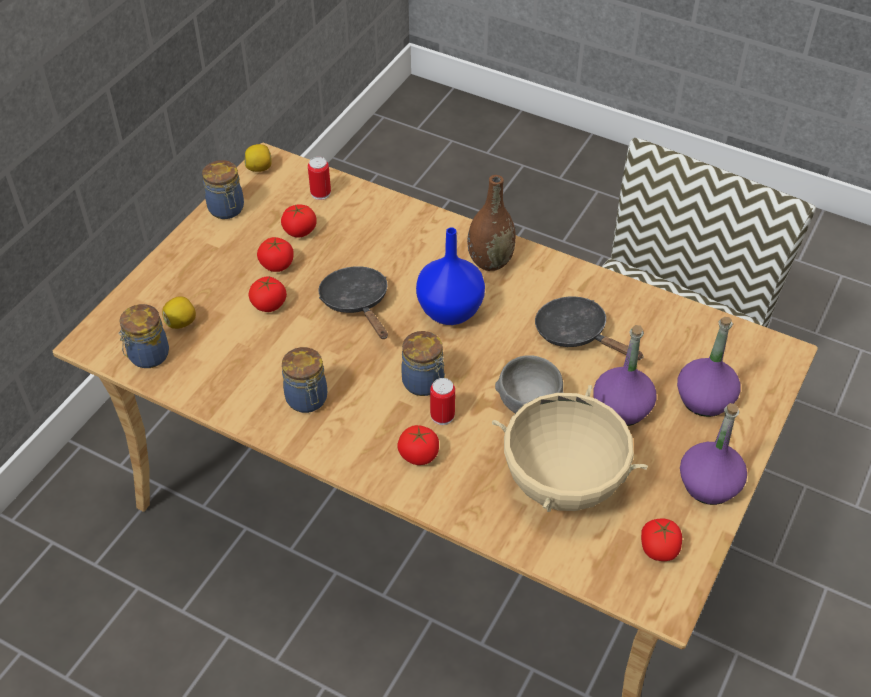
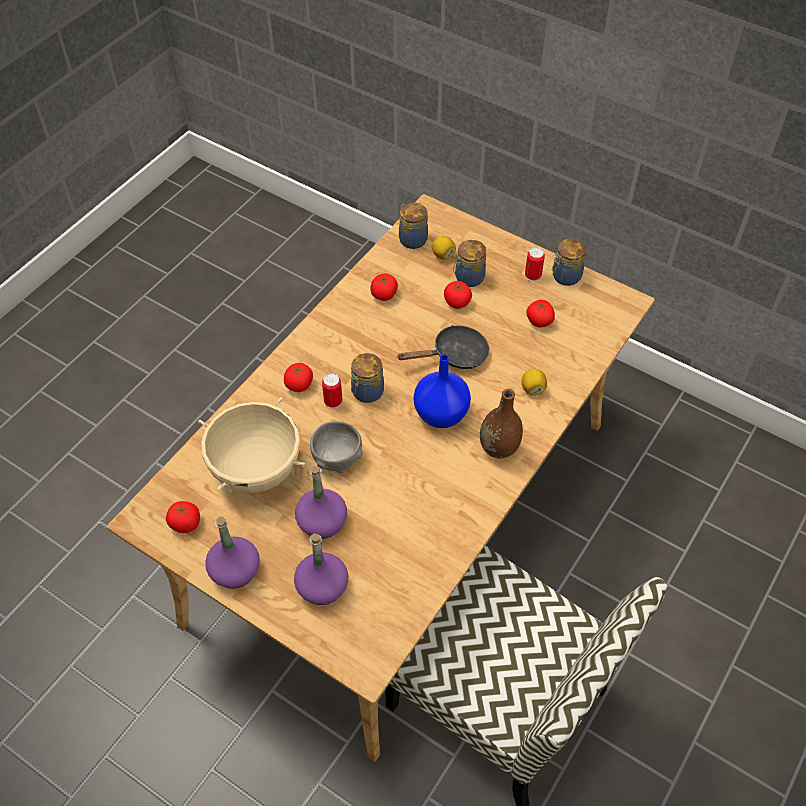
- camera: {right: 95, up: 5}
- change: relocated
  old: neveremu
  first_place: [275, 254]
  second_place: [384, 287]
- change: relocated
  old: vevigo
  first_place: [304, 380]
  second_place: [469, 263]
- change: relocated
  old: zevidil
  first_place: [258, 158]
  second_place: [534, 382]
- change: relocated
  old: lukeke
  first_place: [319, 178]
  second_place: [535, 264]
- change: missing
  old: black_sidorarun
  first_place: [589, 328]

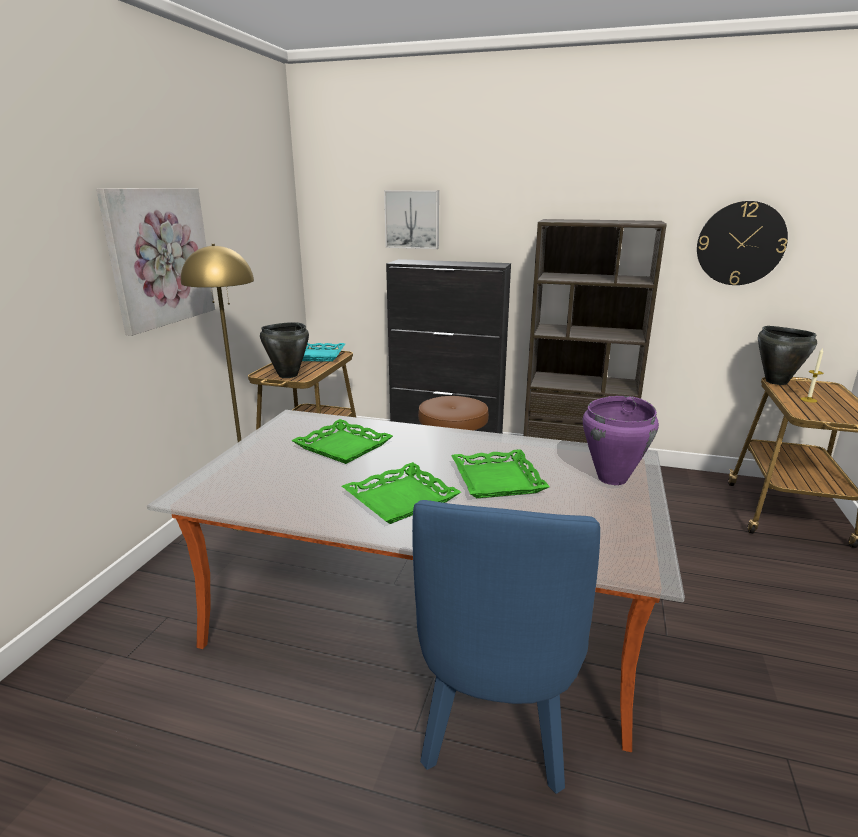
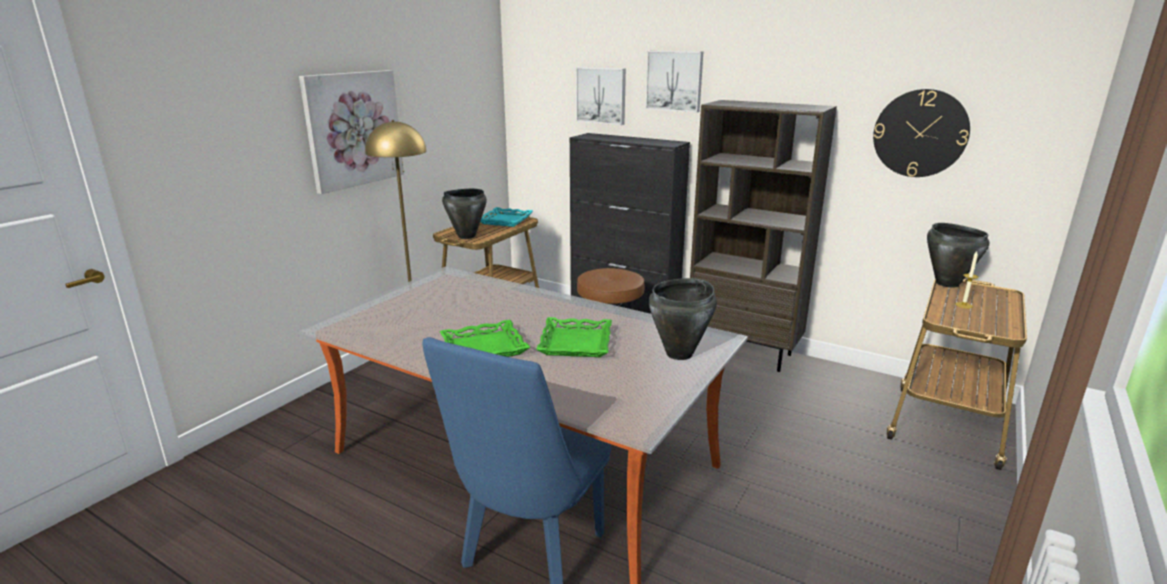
- camera: {right: 15, up: 0}
- change: appeared
  new: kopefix
  second_place: [674, 82]
- change: colour
  old: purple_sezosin
  new: black_sezosin
  first_place: [621, 440]
  second_place: [683, 319]
- change: missing
  old: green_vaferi
  first_place: [342, 441]

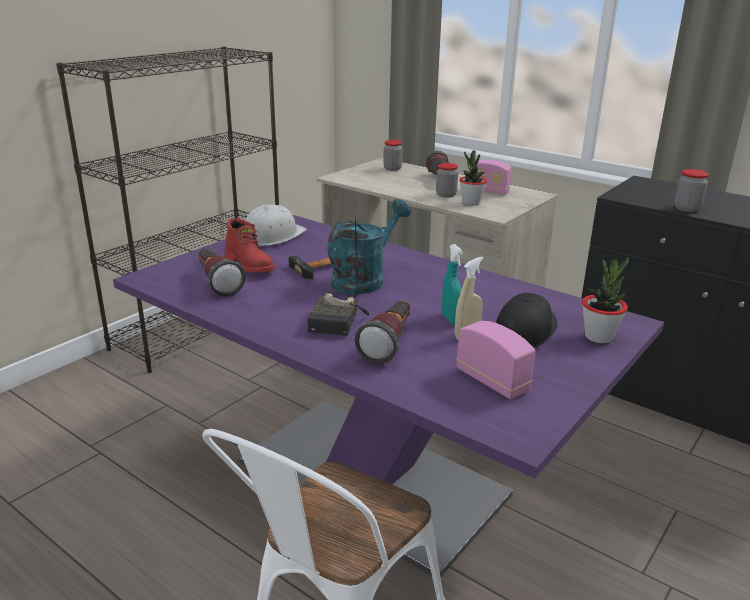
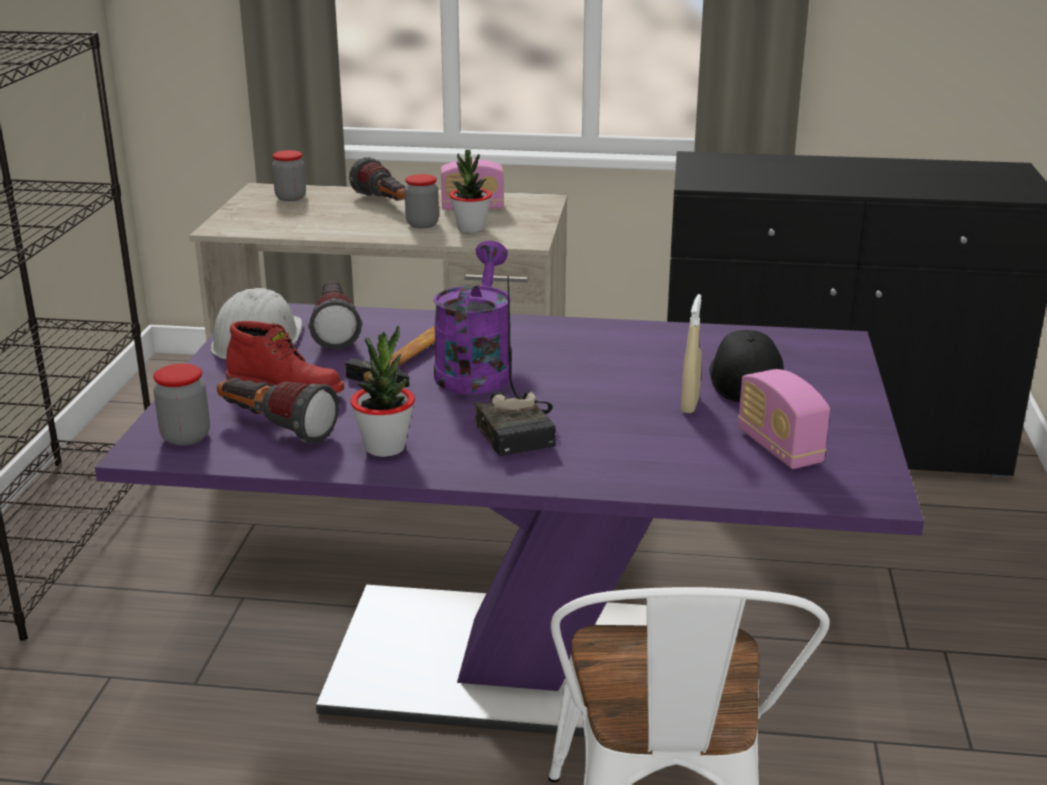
- camera: {right: -30, up: 0}
- change: relocated
  old: vevigo
  first_place: [691, 190]
  second_place: [181, 404]
- change: relocated
  old: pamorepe
  first_place: [382, 332]
  second_place: [335, 315]
- change: relocated
  old: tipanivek
  first_place: [605, 300]
  second_place: [382, 391]
- change: colour
  old: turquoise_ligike
  new: purple_ligike
  first_place: [369, 246]
  second_place: [472, 317]
- change: spun
  old: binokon
  first_place: [495, 360]
  second_place: [784, 419]
  degrees: -135
- change: missing
  old: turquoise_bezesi
  first_place: [452, 284]

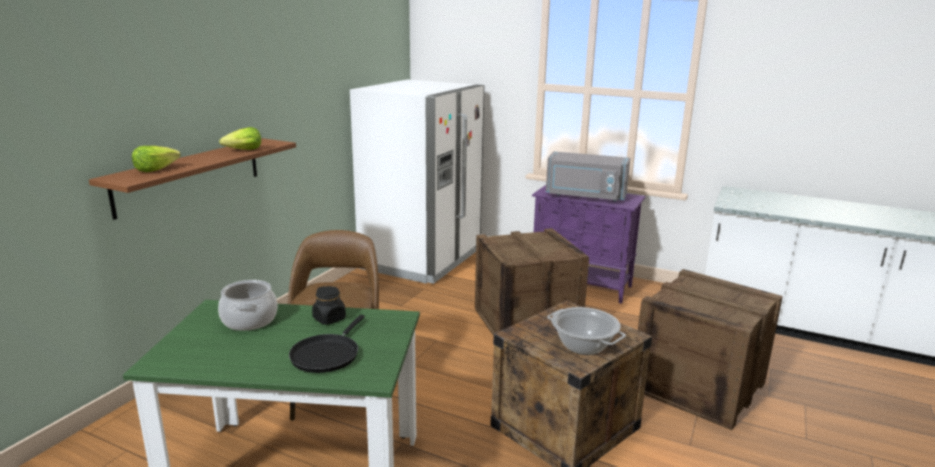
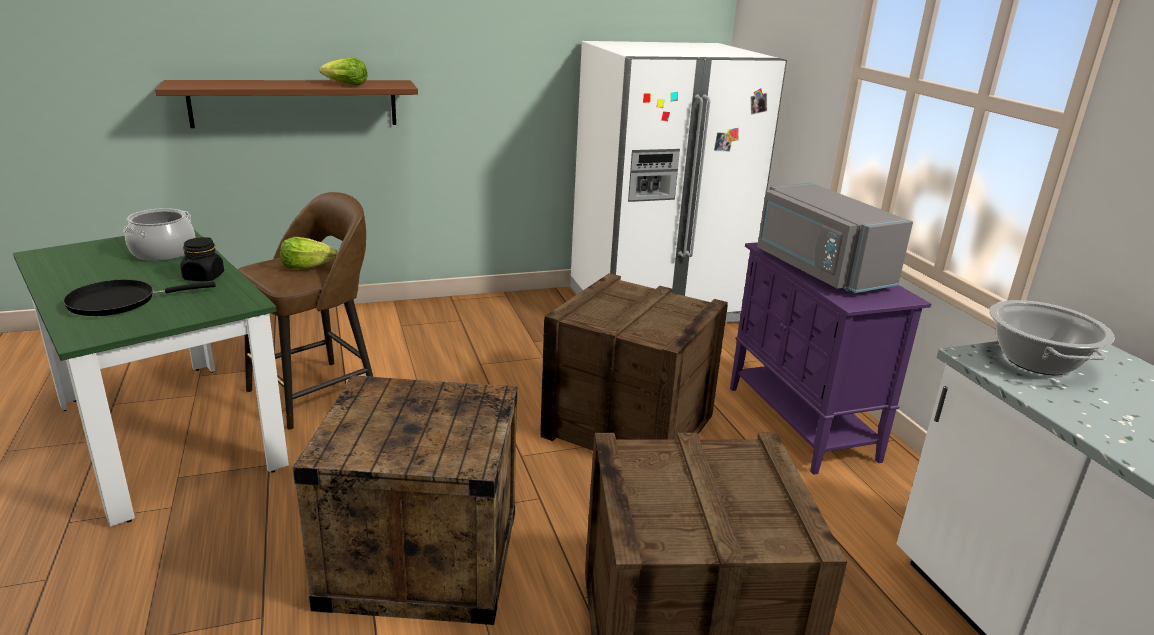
- camera: {right: 45, up: 5}
- change: relocated
  old: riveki
  first_place: [156, 159]
  second_place: [309, 253]
- change: relocated
  old: sezosin
  first_place: [586, 331]
  second_place: [1052, 337]

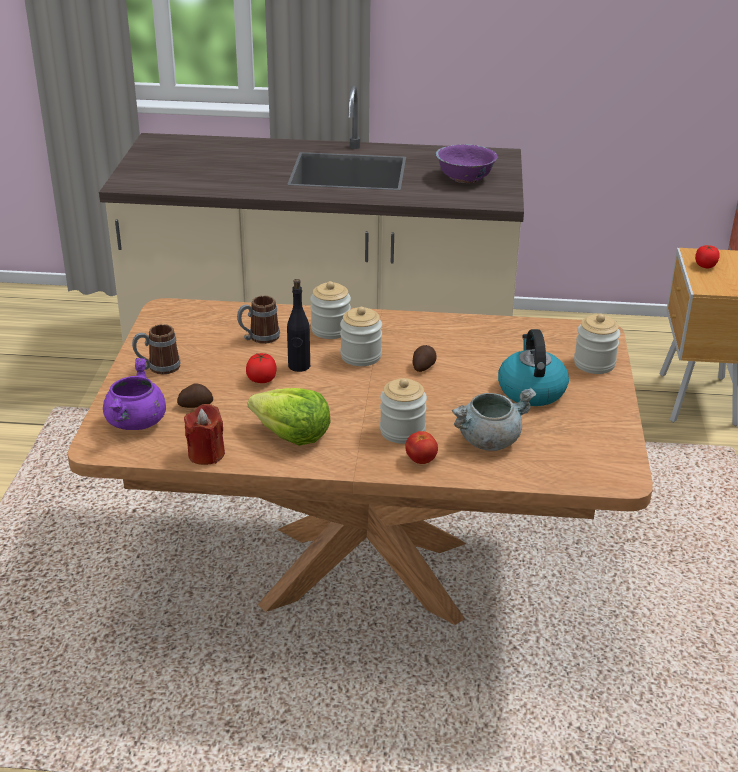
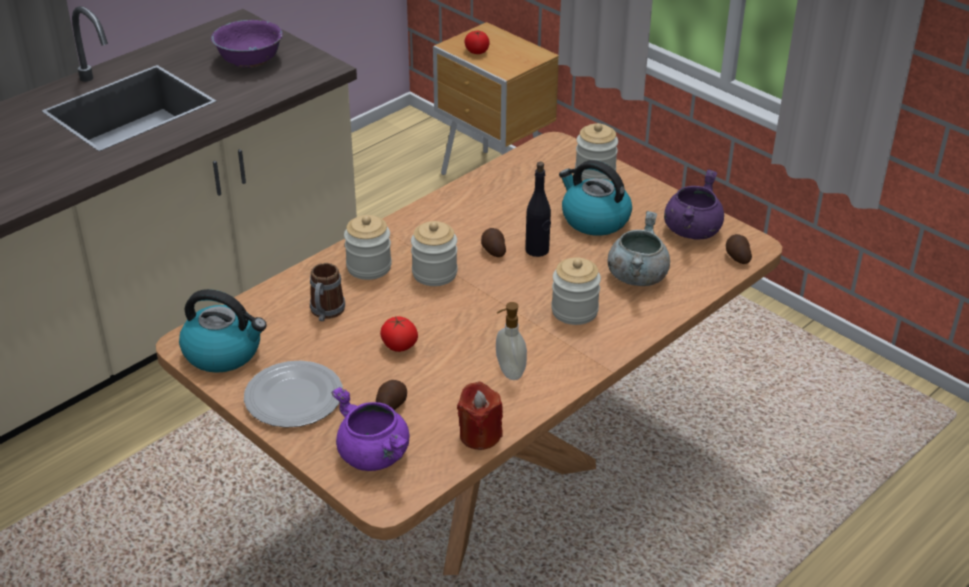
- camera: {right: -50, up: 5}
- change: appeared
  new: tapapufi
  second_place: [223, 331]
- change: exchanged
  old: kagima
  new: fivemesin
  first_place: [156, 349]
  second_place: [293, 394]
- change: exchanged
  old: riveki
  new: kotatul
  first_place: [289, 417]
  second_place: [511, 341]
- change: relocated
  old: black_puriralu
  first_place: [298, 325]
  second_place: [538, 209]
- change: appeared
  new: purple_sezosin
  second_place: [694, 204]
- change: appeared
  new: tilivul
  second_place: [739, 249]
- change: missing
  old: neveremu
  first_place: [421, 447]

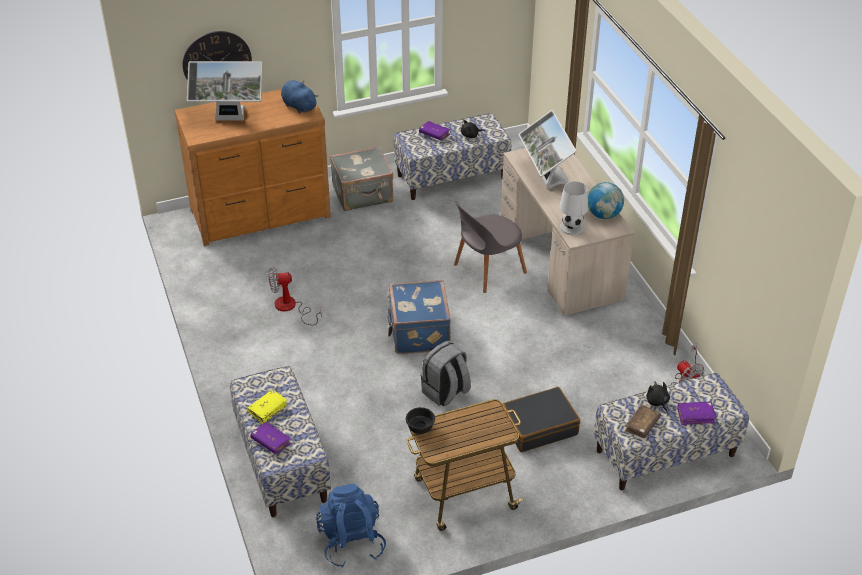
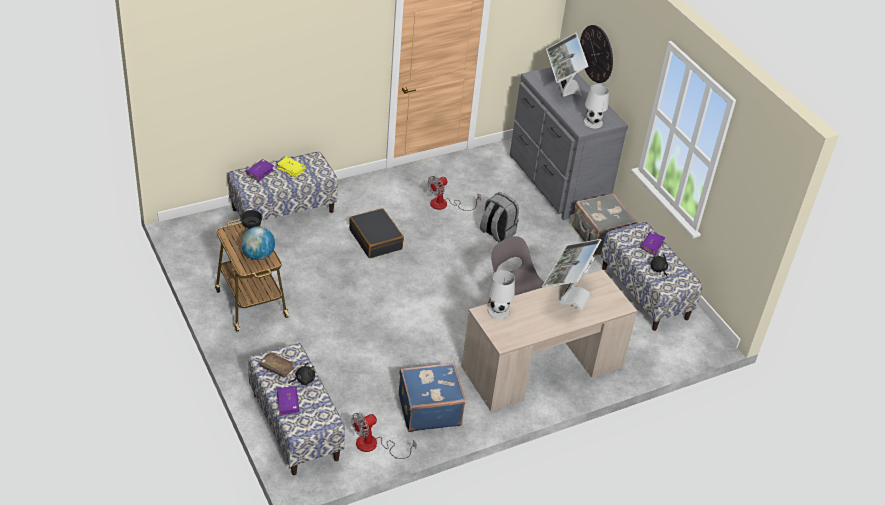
- camera: {right: 80, up: 0}
- change: relocated
  old: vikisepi
  first_place: [606, 200]
  second_place: [258, 243]
- change: relocated
  old: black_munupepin
  first_place: [541, 419]
  second_place: [376, 233]
- change: relocated
  old: blue_munupepin
  first_place: [419, 317]
  second_place: [432, 397]
- change: spun
  old: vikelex
  first_place: [295, 296]
  second_place: [454, 193]
  degrees: -120
- change: relocated
  old: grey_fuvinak
  first_place: [446, 373]
  second_place: [499, 217]
- change: colour
  old: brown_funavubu
  new: grey_funavubu
  first_place: [252, 165]
  second_place: [569, 143]
- change: spun
  old: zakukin
  first_place: [548, 149]
  second_place: [571, 275]
  degrees: -45
- change: exchanged
  old: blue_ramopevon
  new: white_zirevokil
  first_place: [299, 97]
  second_place: [596, 106]
- change: missing
  old: blue_fuvinak
  first_place: [351, 526]

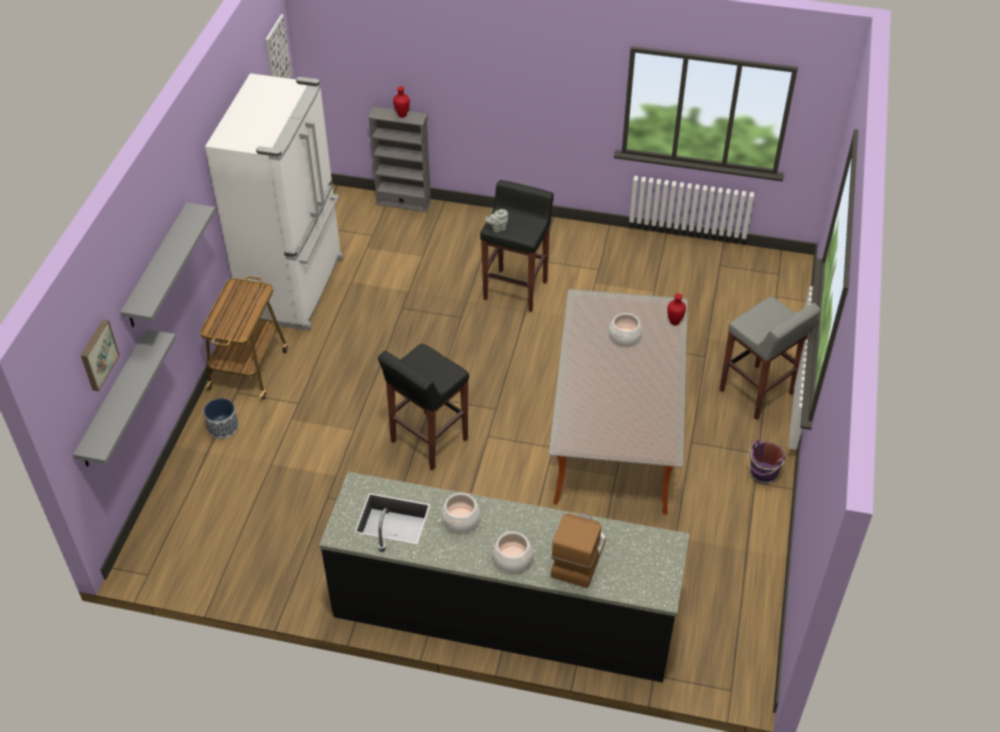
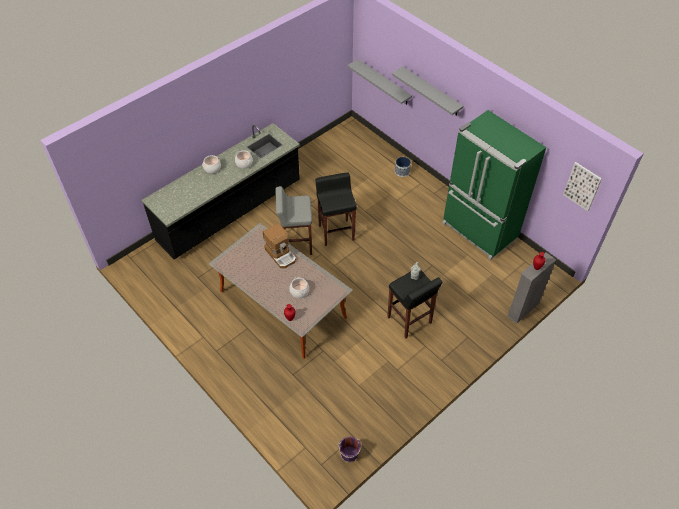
- camera: {right: 125, up: 5}
- change: relocated
  old: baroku
  first_place: [578, 550]
  second_place: [279, 245]
- change: relocated
  old: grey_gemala
  first_place: [770, 358]
  second_place: [293, 220]
- change: relocated
  old: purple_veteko
  first_place: [766, 462]
  second_place: [349, 450]
- change: colour
  old: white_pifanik
  new: green_pifanik
  first_place: [274, 202]
  second_place: [494, 185]
- change: missing
  old: kopefix
  first_place: [100, 355]
- change: missing
  old: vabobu
  first_place: [244, 337]

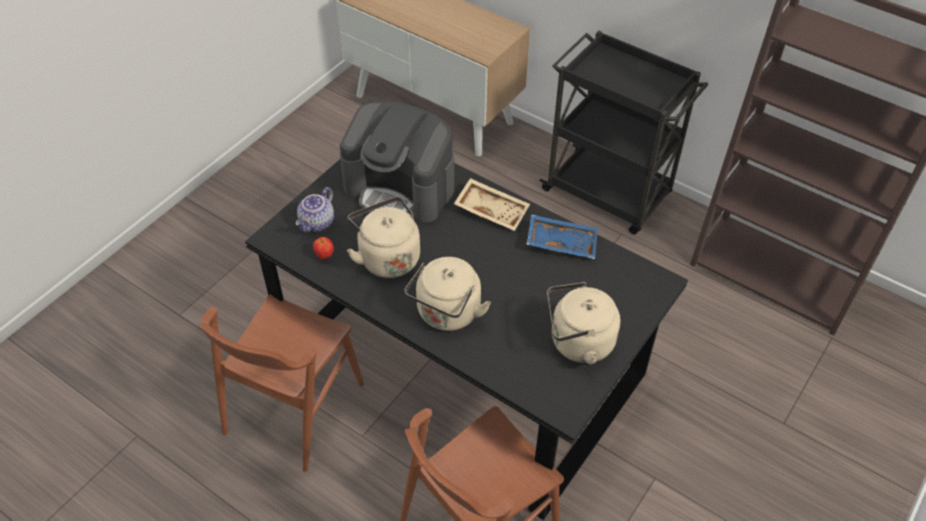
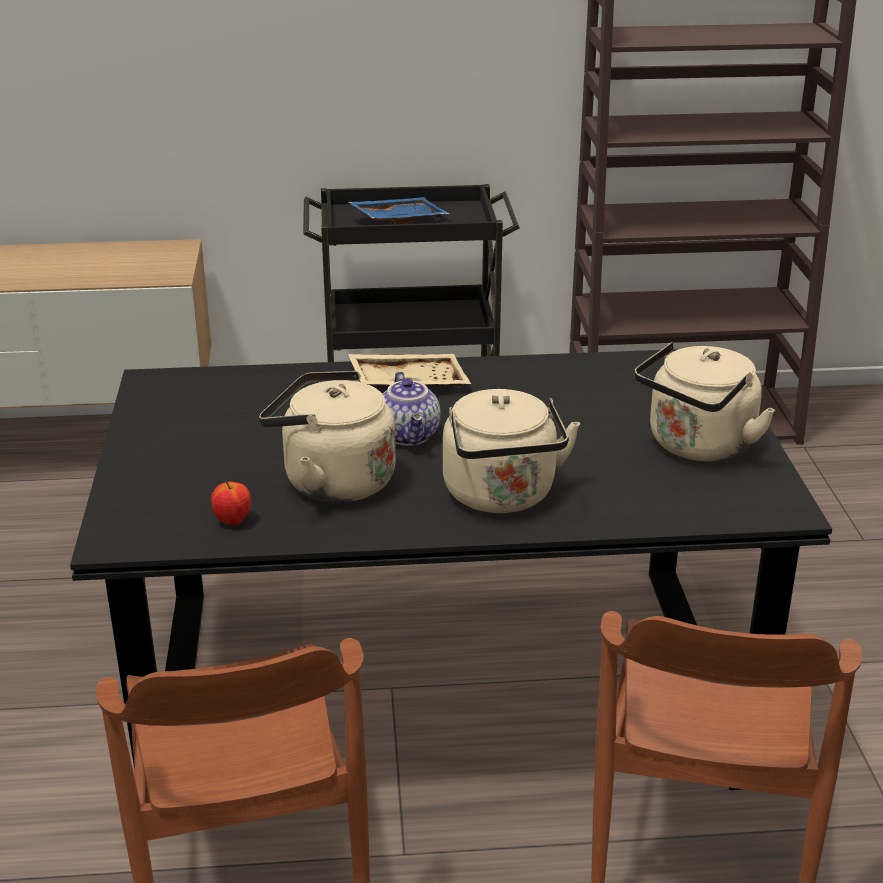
- camera: {right: -40, up: -20}
- change: relocated
  old: blue_vaferi
  first_place: [562, 236]
  second_place: [398, 210]
- change: relocated
  old: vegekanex
  first_place: [314, 209]
  second_place: [412, 408]
- change: missing
  old: baroku
  first_place: [397, 162]

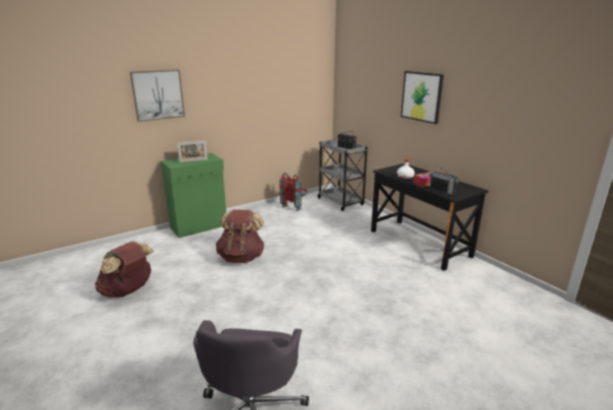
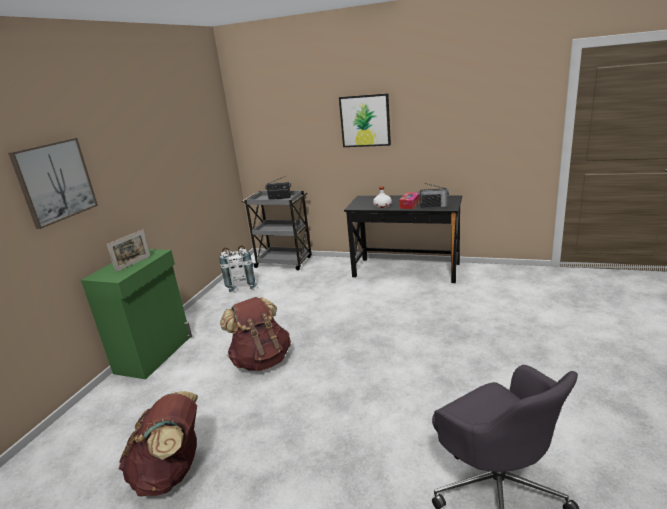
- camera: {right: -35, up: 0}
- change: colour
  old: red_fuvinak
  new: white_fuvinak
  first_place: [293, 192]
  second_place: [238, 268]

